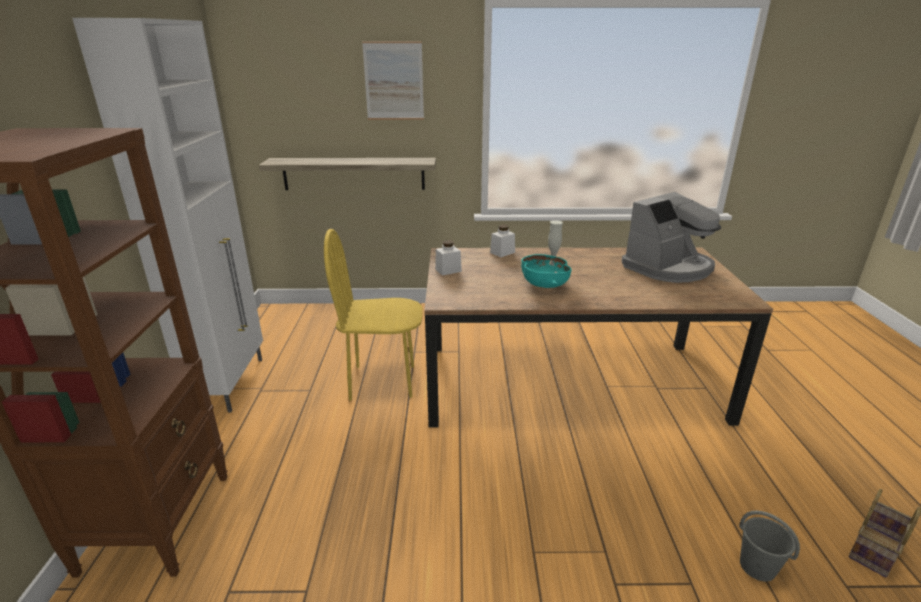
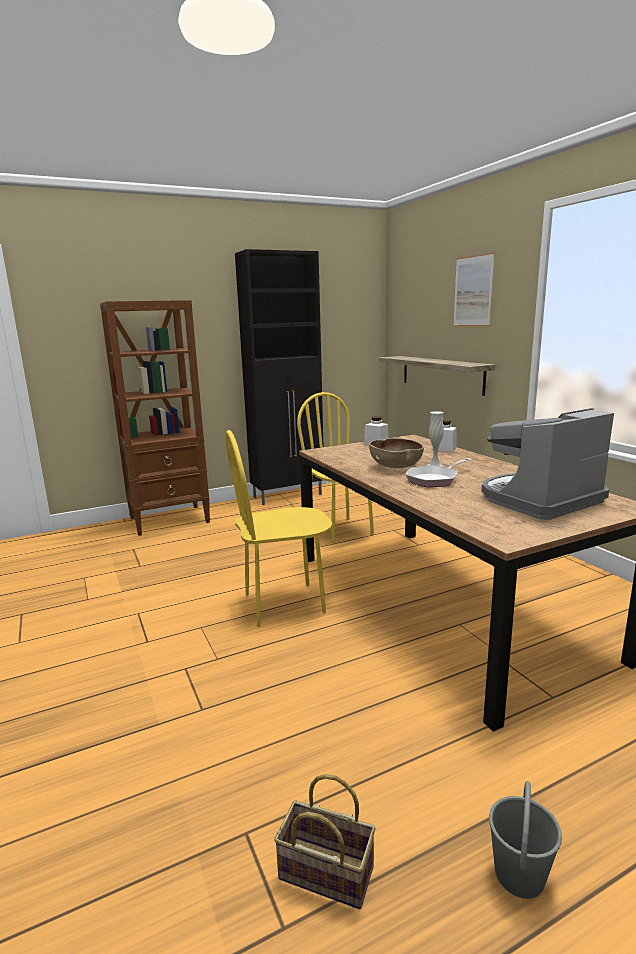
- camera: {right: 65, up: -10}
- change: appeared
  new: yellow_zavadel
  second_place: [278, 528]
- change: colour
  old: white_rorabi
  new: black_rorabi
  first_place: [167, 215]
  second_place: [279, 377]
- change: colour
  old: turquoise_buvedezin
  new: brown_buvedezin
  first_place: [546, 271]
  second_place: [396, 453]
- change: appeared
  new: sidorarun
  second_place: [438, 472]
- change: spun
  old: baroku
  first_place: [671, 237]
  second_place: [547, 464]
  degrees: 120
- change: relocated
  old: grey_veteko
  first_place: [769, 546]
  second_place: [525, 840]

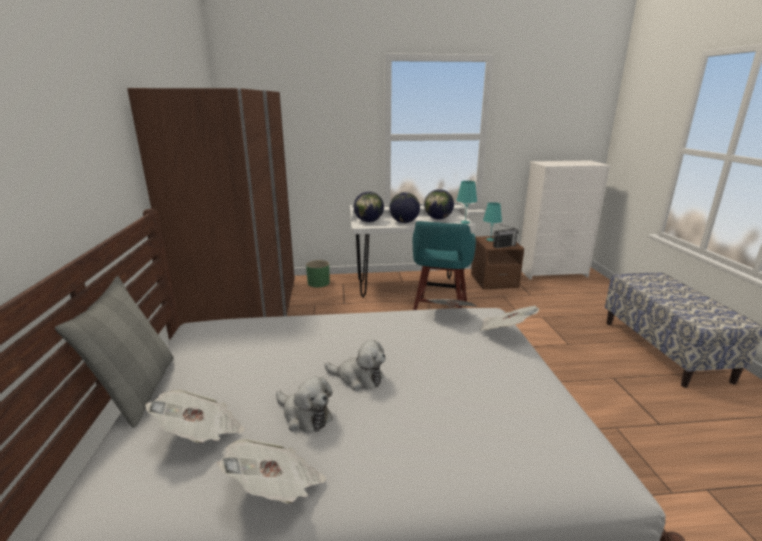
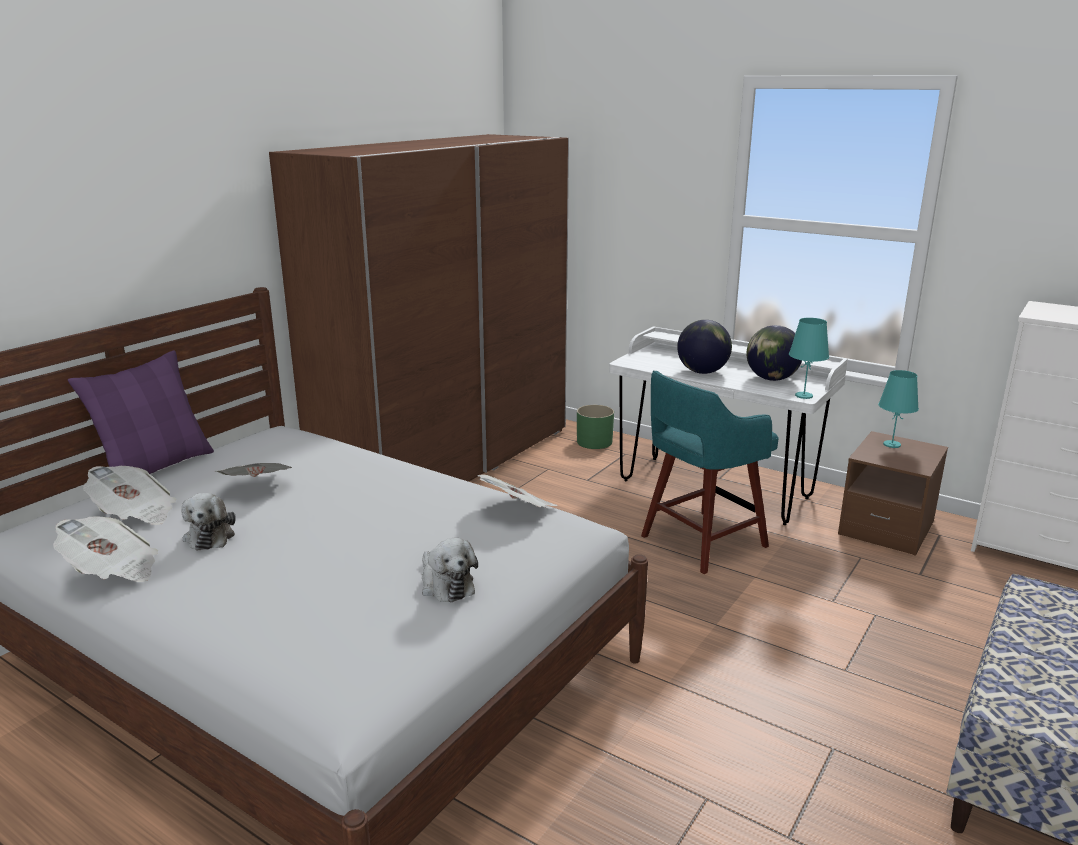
- camera: {right: 40, up: 0}
- change: colour
  old: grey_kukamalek
  new: purple_kukamalek
  first_place: [114, 352]
  second_place: [141, 412]
- change: relocated
  old: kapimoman
  first_place: [509, 318]
  second_place: [254, 470]
- change: relocated
  old: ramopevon
  first_place: [355, 365]
  second_place: [450, 570]
- change: missing
  old: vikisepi
  first_place: [369, 206]
- change: missing
  old: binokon
  first_place: [506, 236]

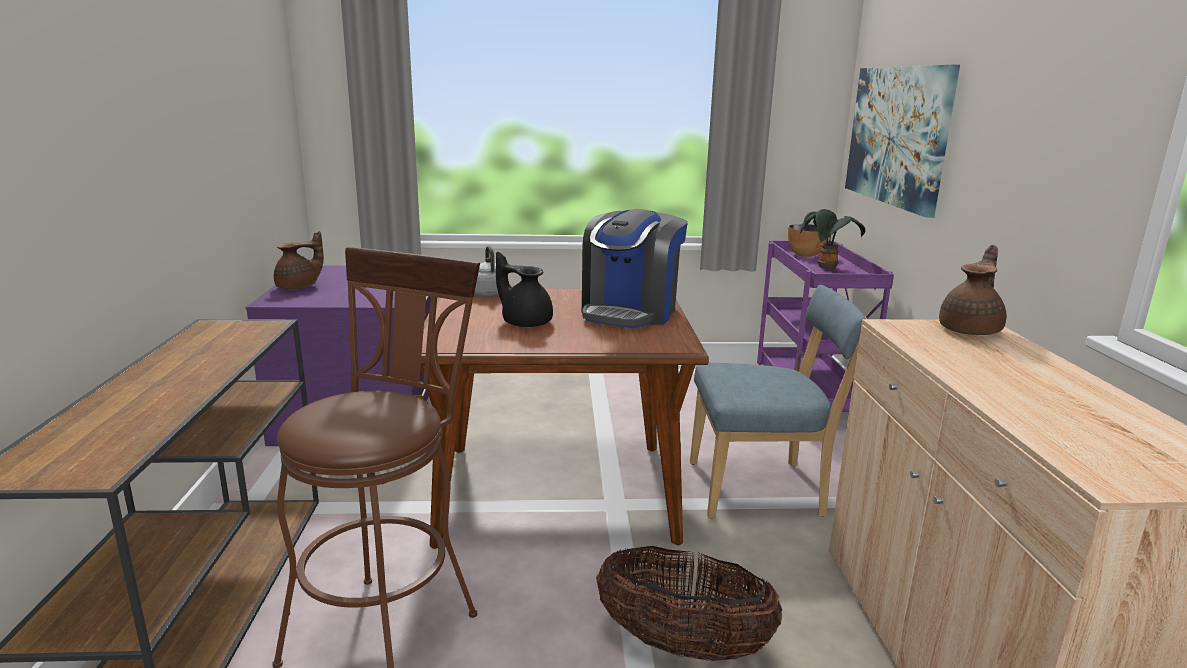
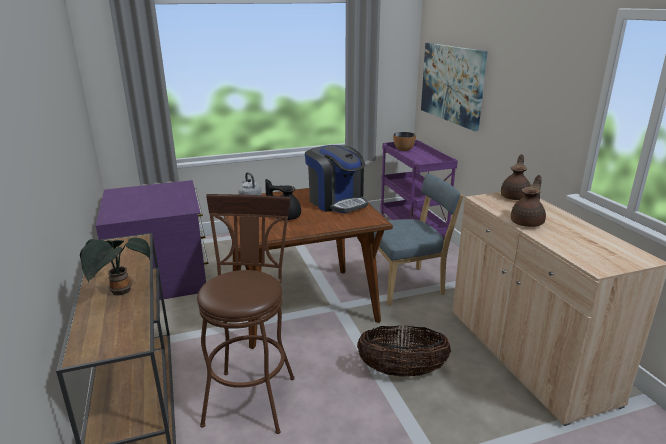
- camera: {right: -15, up: 5}
- change: relocated
  old: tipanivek
  first_place: [832, 239]
  second_place: [115, 267]
- change: spun
  old: baroku
  first_place: [635, 268]
  second_place: [336, 179]
  degrees: -45
- change: relocated
  old: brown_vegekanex
  first_place: [299, 260]
  second_place: [528, 201]

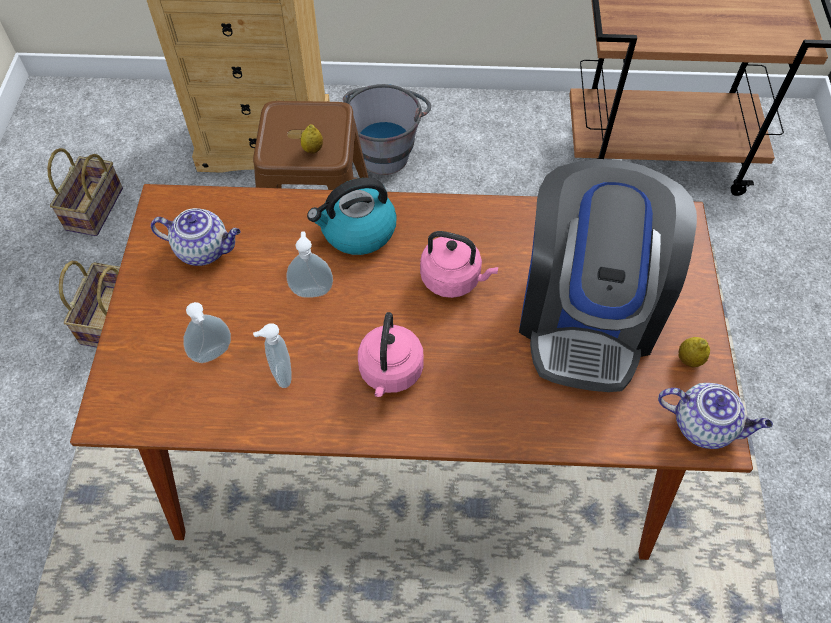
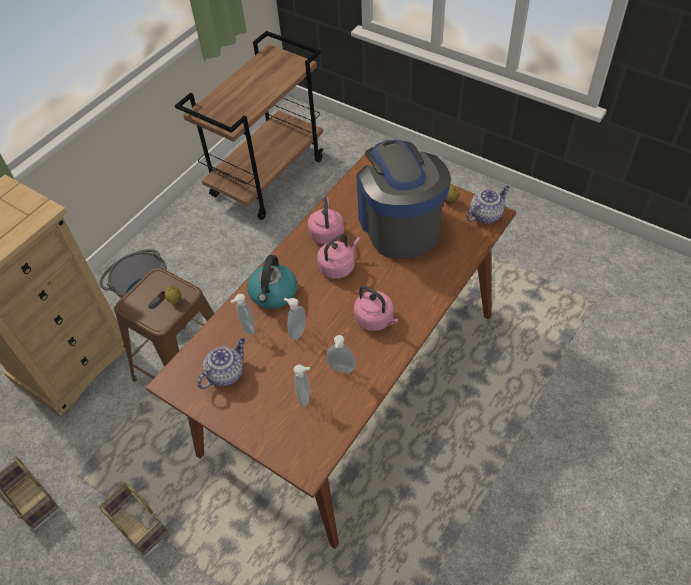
- camera: {right: -55, up: -5}
- change: appeared
  new: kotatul
  second_place: [243, 314]
- change: appeared
  new: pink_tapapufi
  second_place: [326, 220]
- change: spun
  old: baroku
  first_place: [608, 275]
  second_place: [404, 199]
  degrees: -150

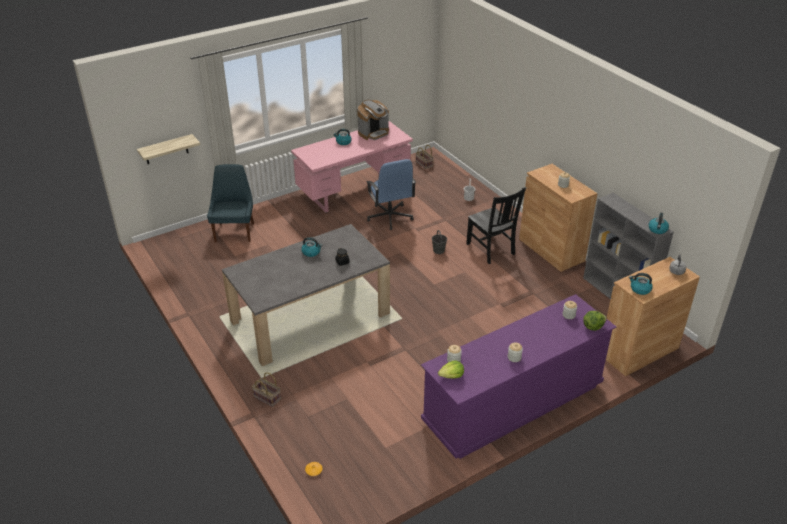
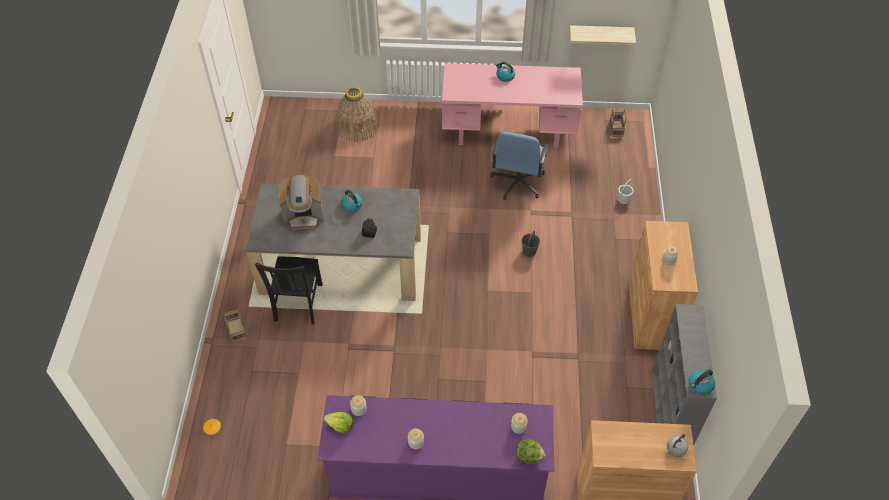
- camera: {right: 35, up: 15}
- change: relocated
  old: black_zavadel
  first_place: [496, 225]
  second_place: [289, 290]
- change: relocated
  old: baroku
  first_place: [373, 120]
  second_place: [301, 202]
- change: exchanged
  old: blue_zavadel
  new: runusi
  first_place: [230, 203]
  second_place: [357, 114]
- change: relocated
  old: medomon
  first_place: [168, 149]
  second_place: [603, 35]
- change: missing
  old: tapapufi
  first_place: [641, 284]

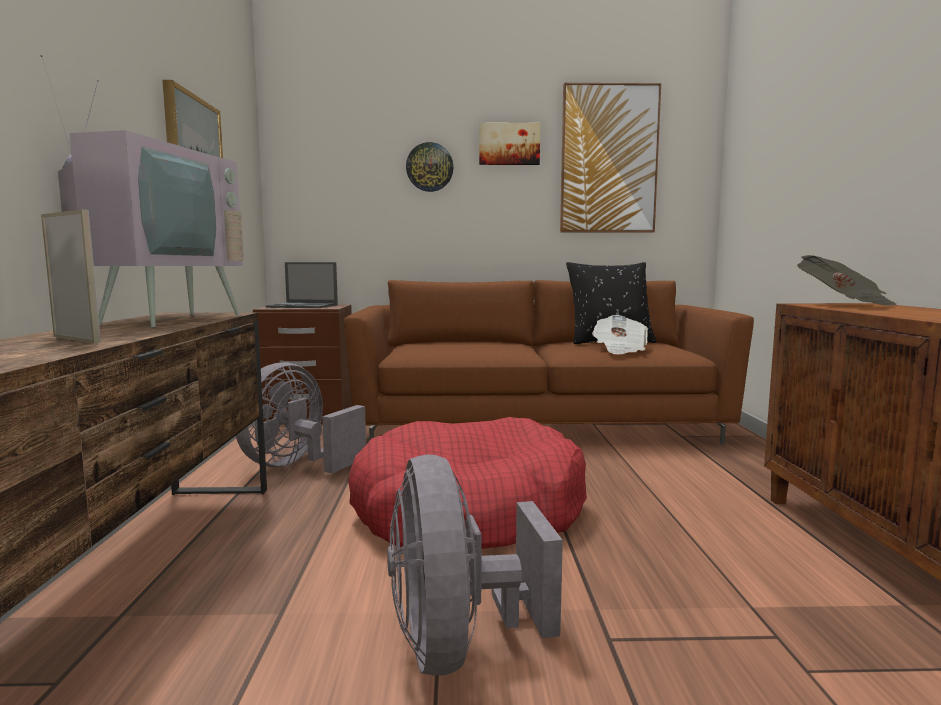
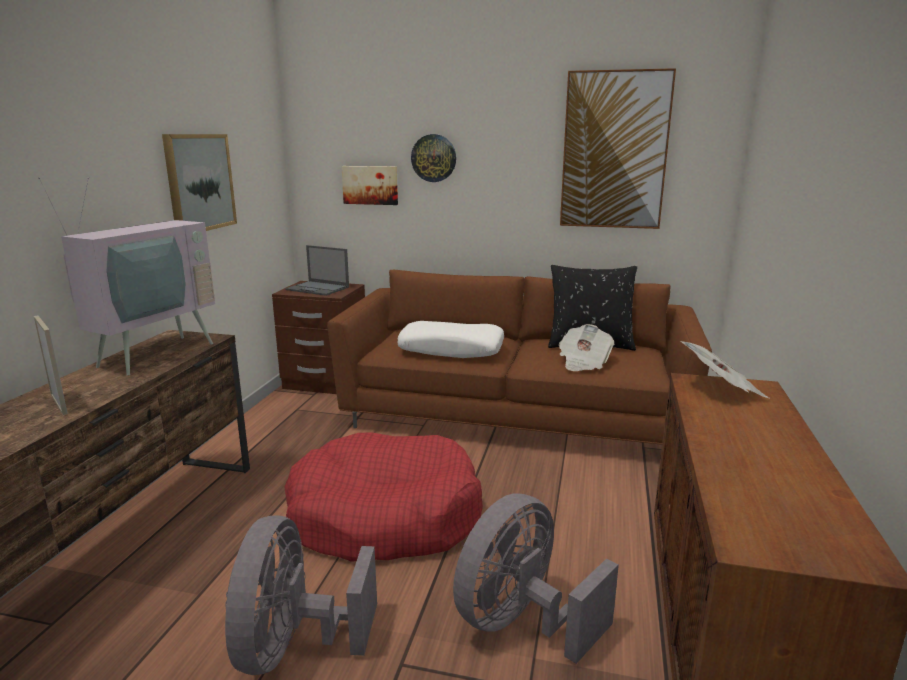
- camera: {right: 15, up: 10}
- change: relocated
  old: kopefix
  first_place: [509, 143]
  second_place: [370, 185]
- change: appeared
  new: white_kukamalek
  second_place: [450, 339]
- change: relocated
  old: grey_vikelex
  first_place: [301, 417]
  second_place: [536, 579]

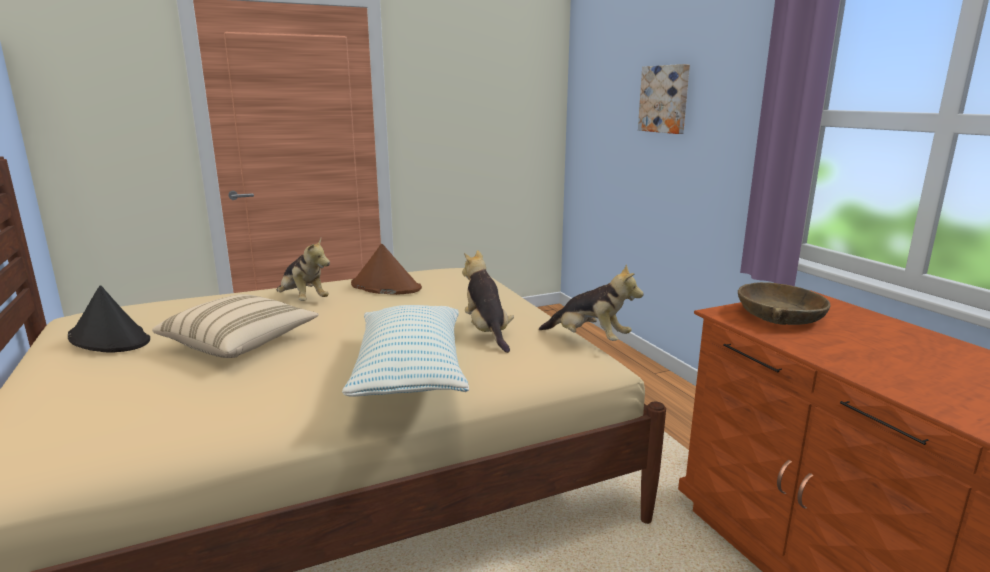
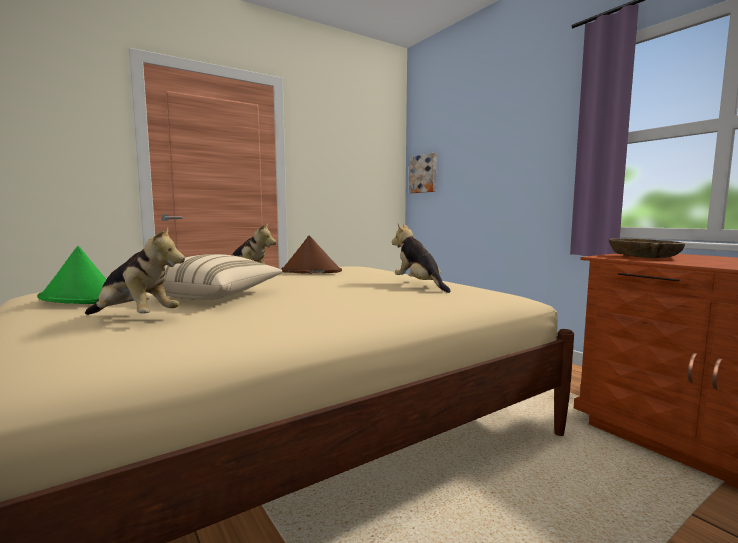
- camera: {right: -10, up: -10}
- change: colour
  old: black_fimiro
  new: green_fimiro
  first_place: [109, 319]
  second_place: [72, 275]
- change: relocated
  old: ramopevon
  first_place: [591, 303]
  second_place: [135, 271]
- change: relocated
  old: kopefix
  first_place: [664, 99]
  second_place: [423, 173]
- change: missing
  old: kukamalek
  first_place: [405, 351]

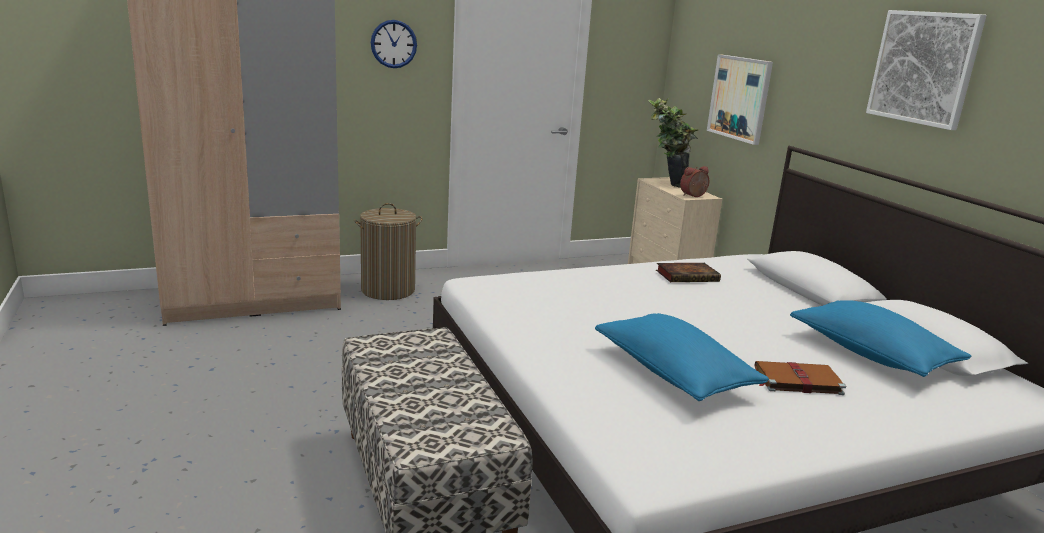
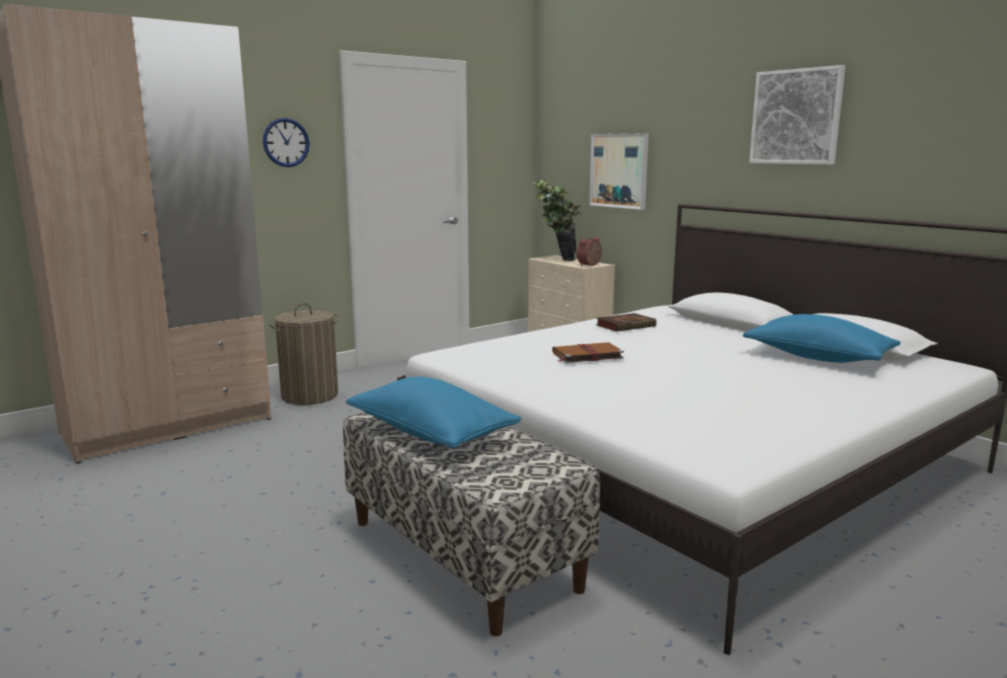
- camera: {right: -15, up: -5}
- change: relocated
  old: blue_kukamalek
  first_place: [682, 357]
  second_place: [434, 412]
- change: relocated
  old: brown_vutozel
  first_place: [800, 378]
  second_place: [588, 353]

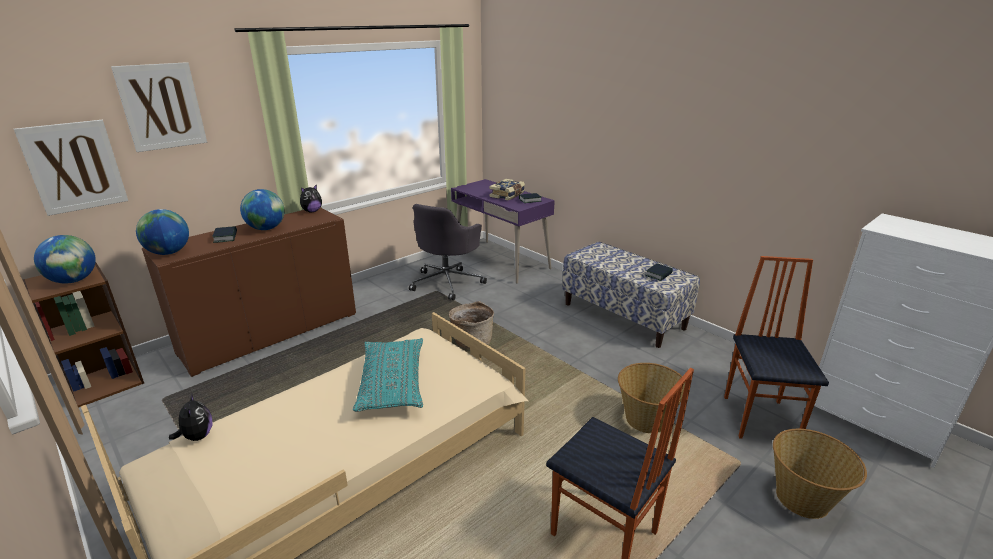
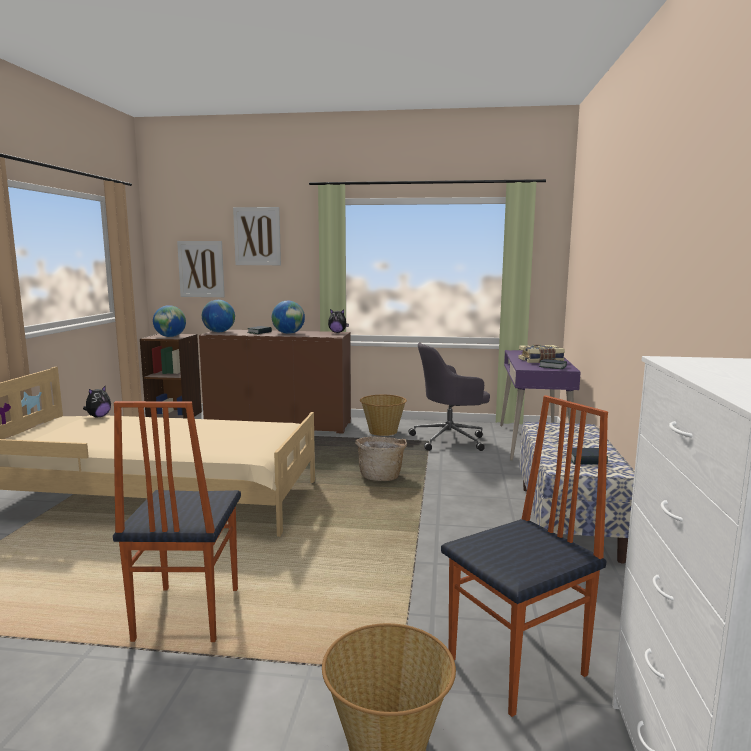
- camera: {right: 50, up: -15}
- change: relocated
  old: runusi
  first_place: [651, 398]
  second_place: [383, 415]
- change: missing
  old: turquoise_kukamalek
  first_place: [388, 375]

